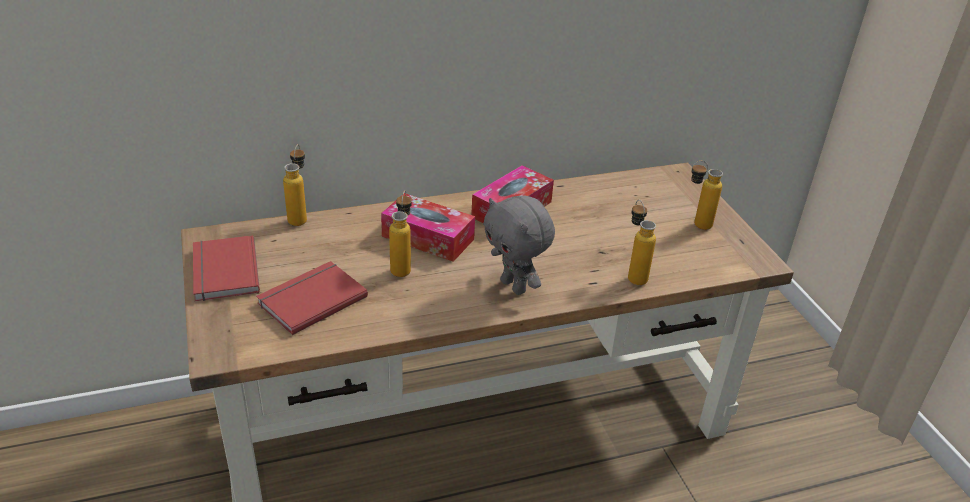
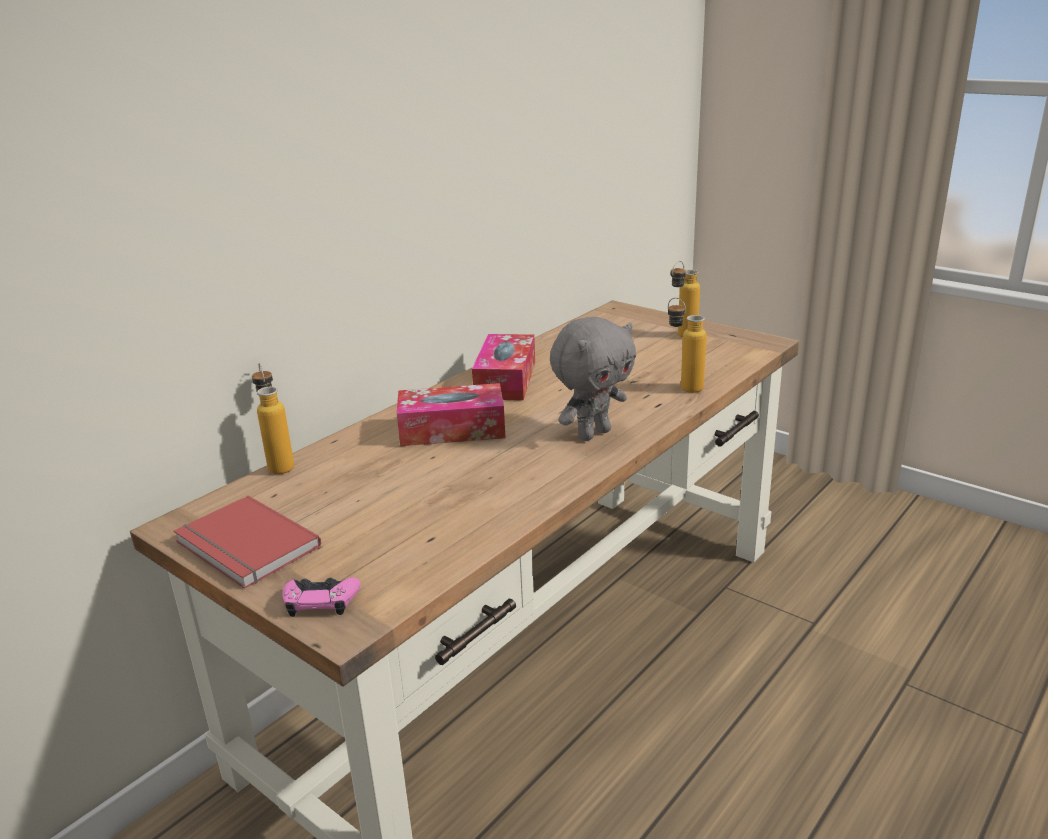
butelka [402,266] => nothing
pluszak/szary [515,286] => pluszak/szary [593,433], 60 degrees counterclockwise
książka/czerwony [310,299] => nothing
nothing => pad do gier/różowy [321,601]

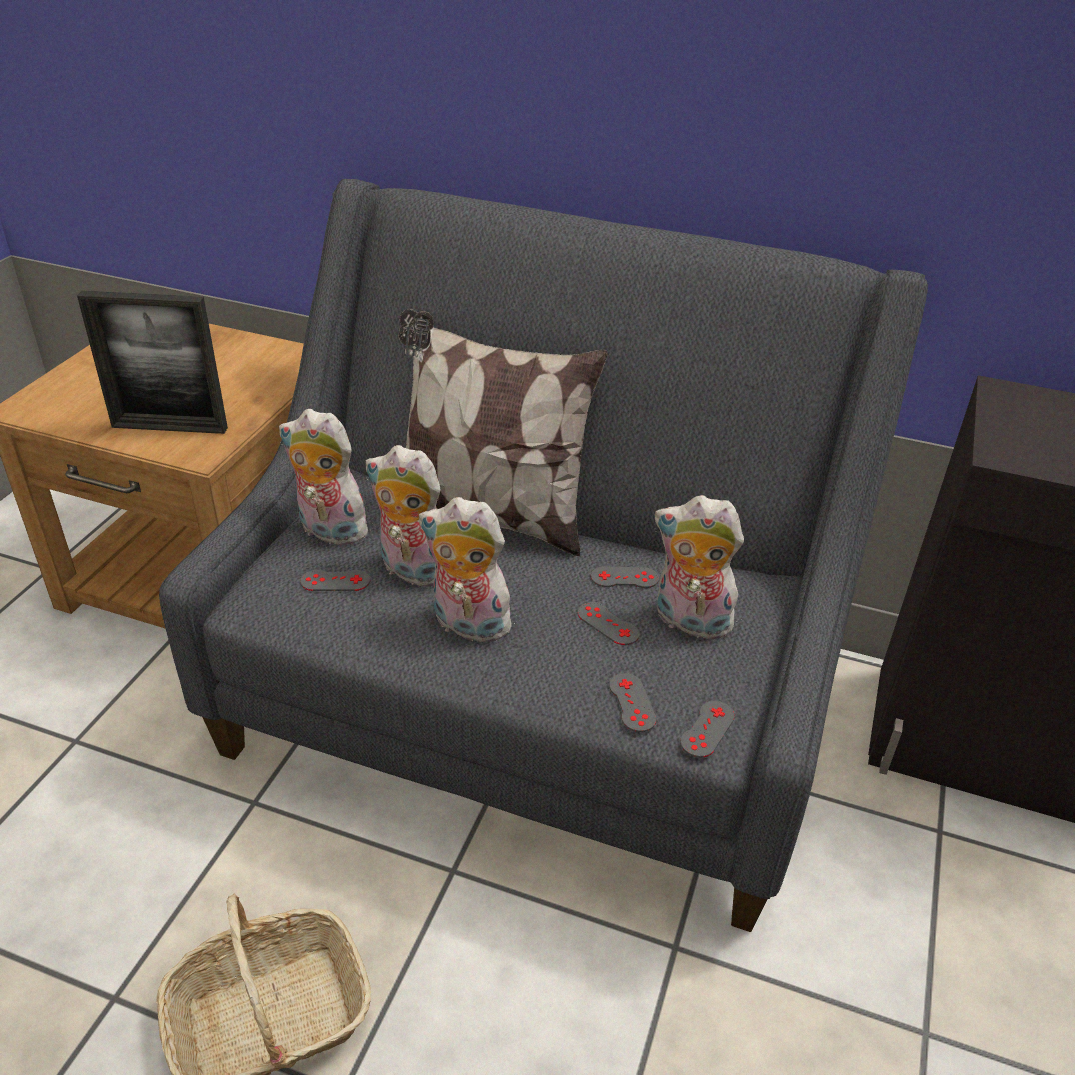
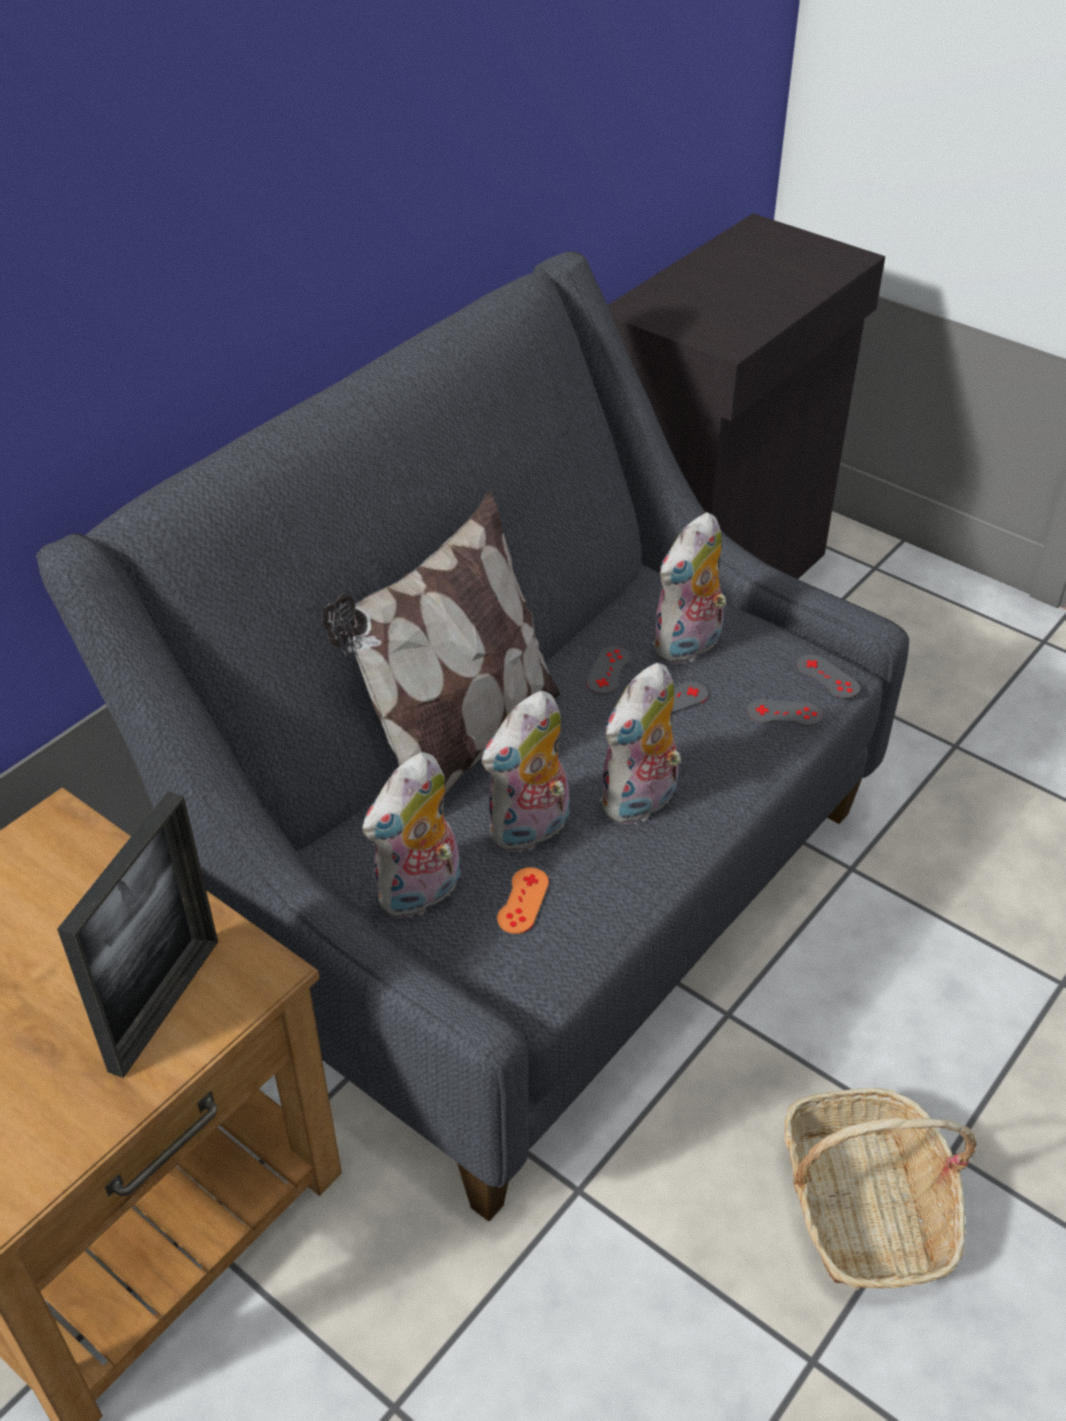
pad do gier/szary [335,581] => pad do gier/pomarańczowy [523,901]

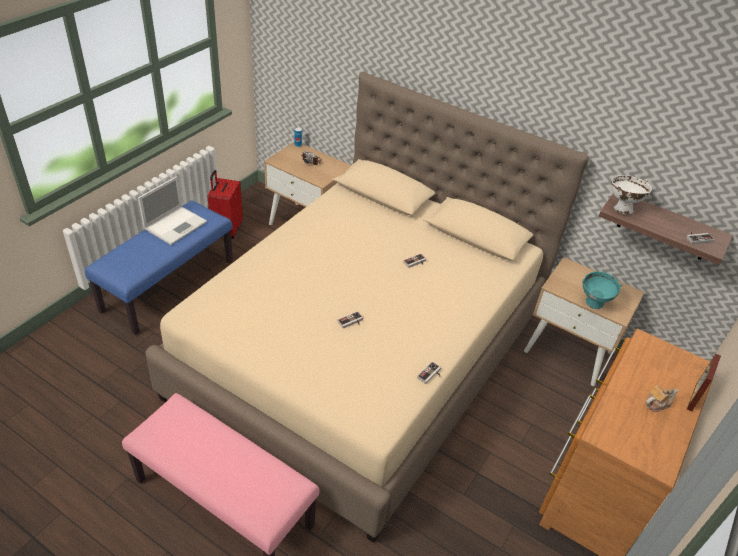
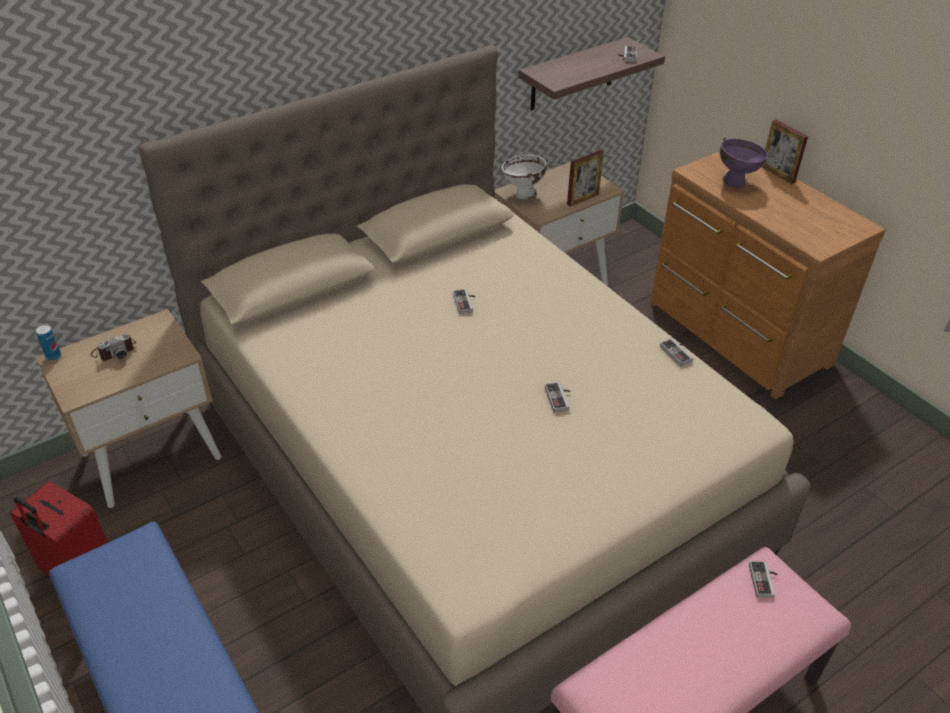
miska/biały [621,209] => miska/biały [523,195], shifted
laptop [176,225] => nothing
miska/turkusowy [594,304] => ramka na zdjęcie [582,199]
imbryk [656,403] => nothing
nothing => miska/fioletowy [736,182]
nothing => pad do gier [765,581]

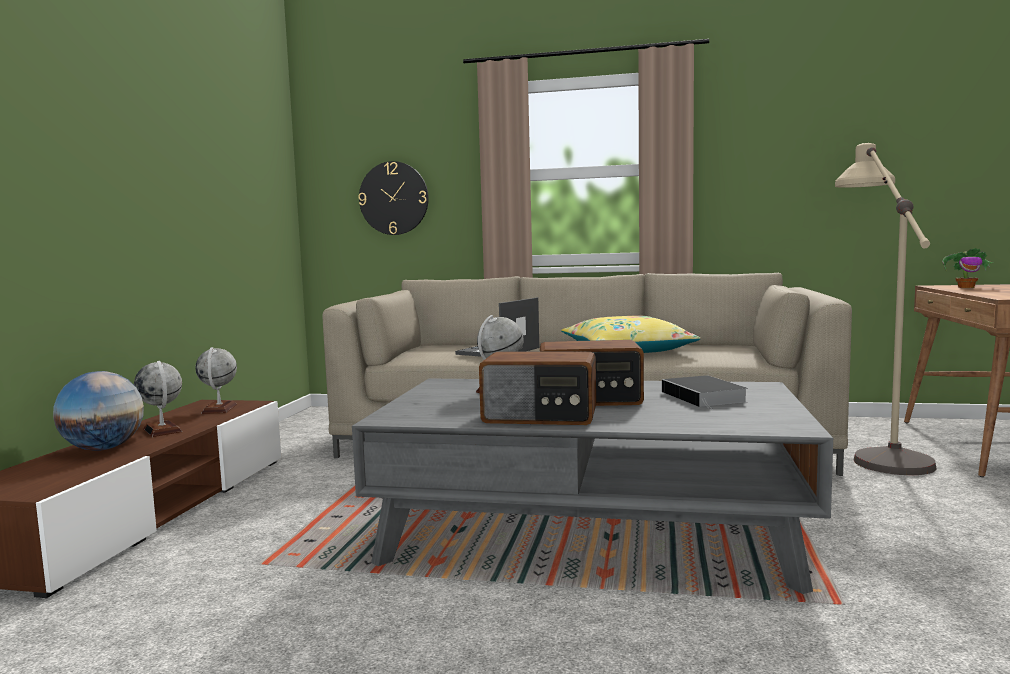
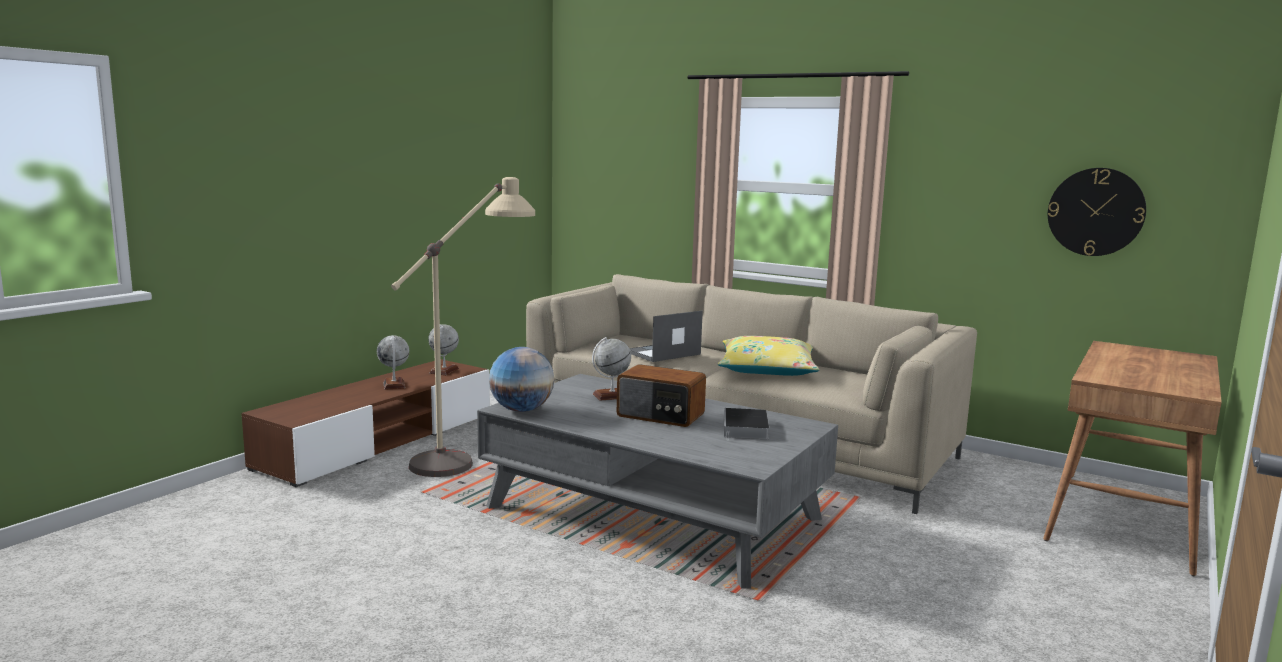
lampa stojąca/beżowy [877,448] => lampa stojąca/beżowy [471,452], shifted
zegar ścienny [394,198] => zegar ścienny [1095,212], shifted
roślina doniczkowa [966,287] => nothing
radio [540,416] => nothing
globus [103,449] => globus [521,410], shifted

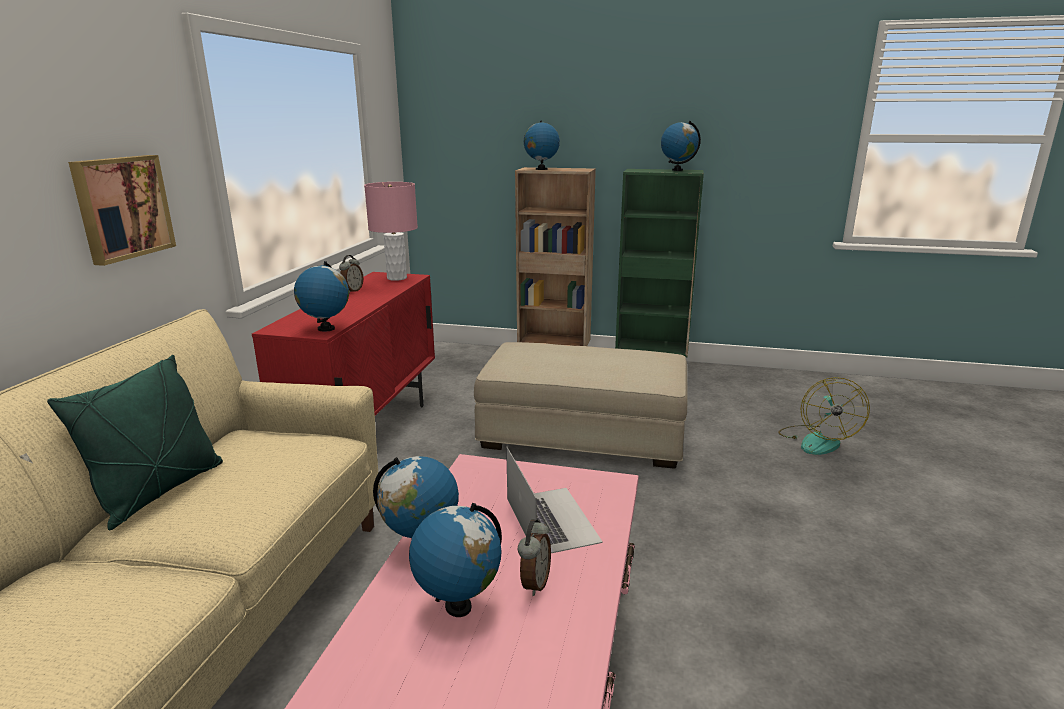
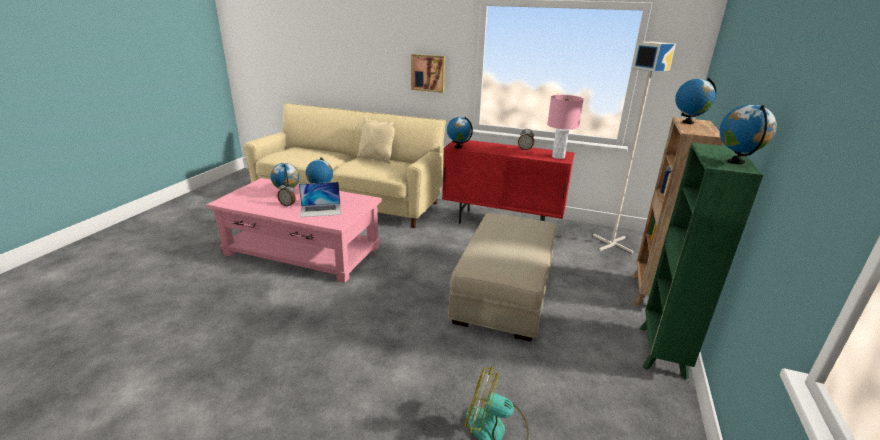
poduszka/zielony [159,491] => poduszka/beżowy [376,159]
nothing => lampa stojąca/szary [612,243]

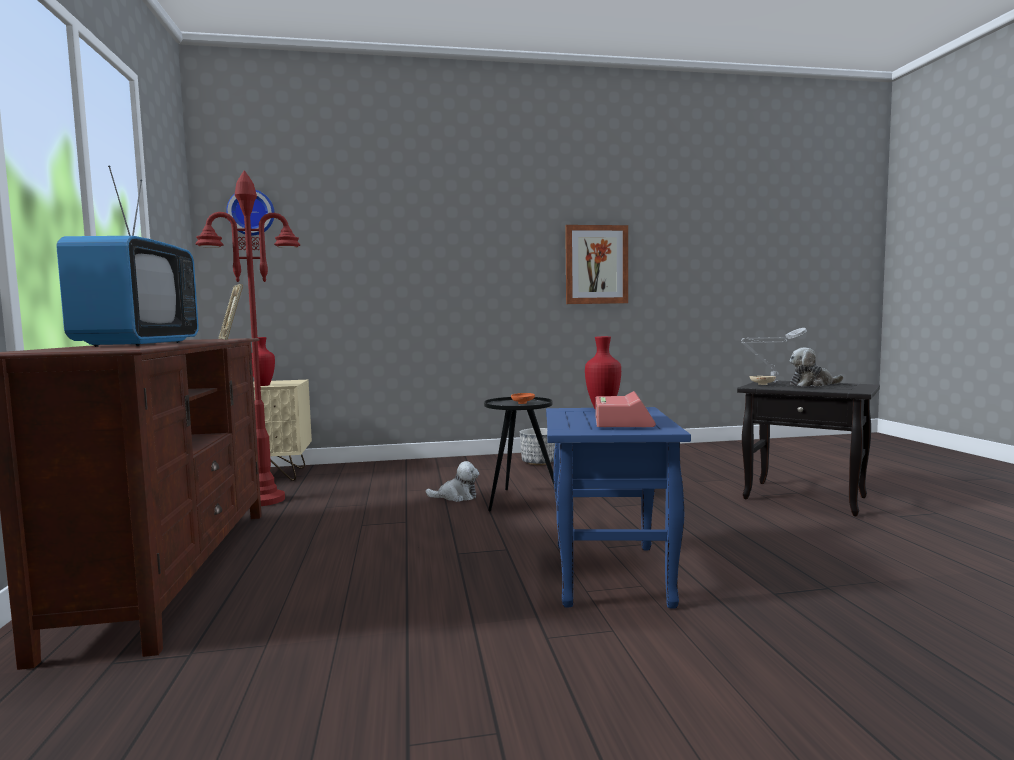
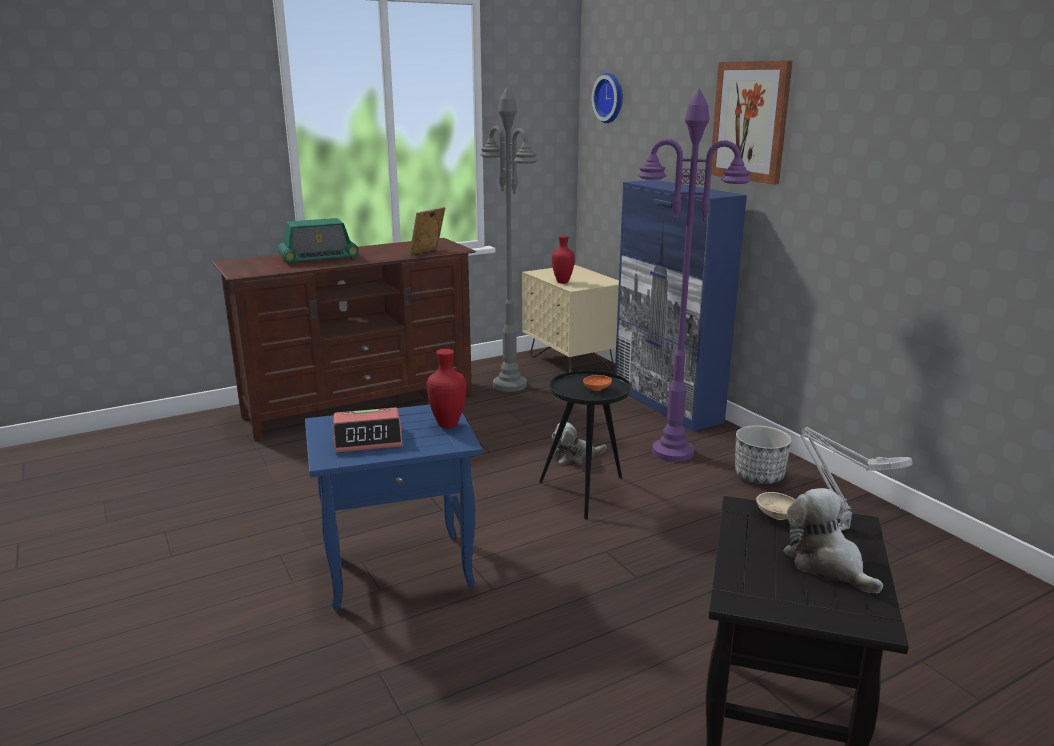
telewizor [139,344] => radio [319,258]
lampa stojąca/czerwony [265,500] => lampa stojąca/szary [510,385]
obraz [596,265] => obraz [750,121], shifted
pluszak [456,497] => pluszak [575,457], 90 degrees clockwise
nothing => lampa stojąca/fioletowy [673,452]
nothing => szafka/niebieski [666,404]

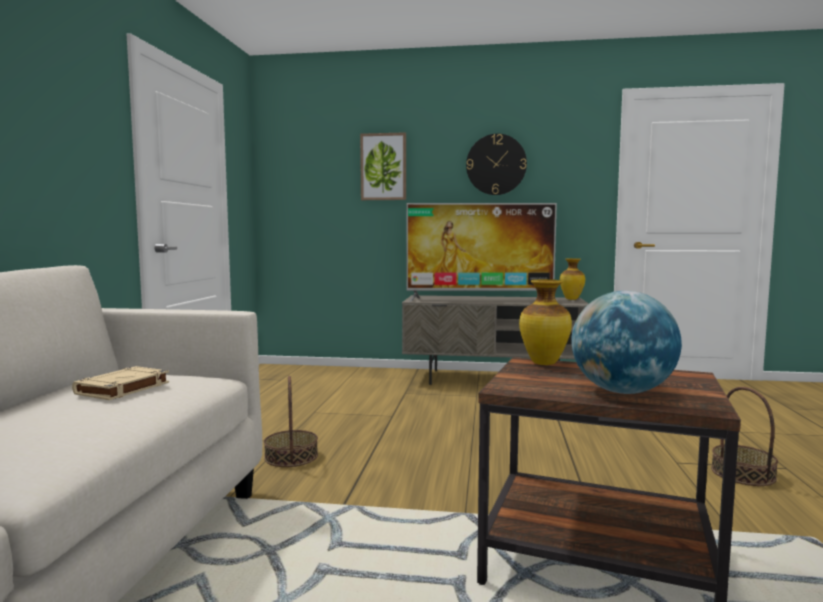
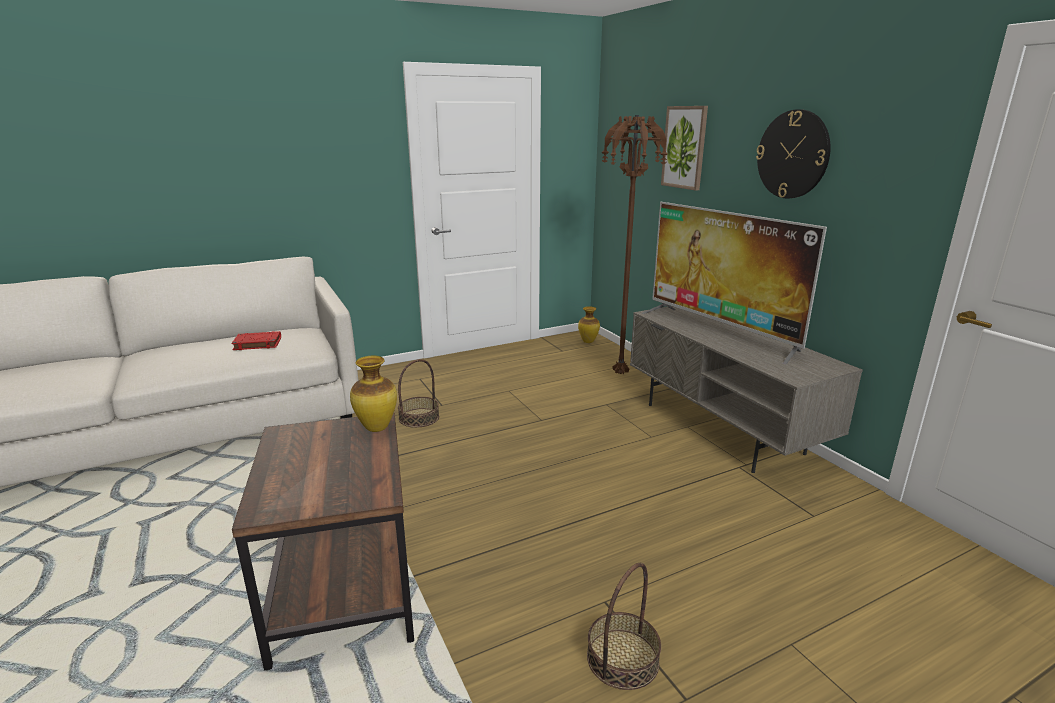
wazon [571,299] => wazon [588,341], shifted
globus [622,391] => nothing
książka/beżowy [122,389] => książka/czerwony [257,344]
nothing => lampa stojąca/brązowy [621,374]

